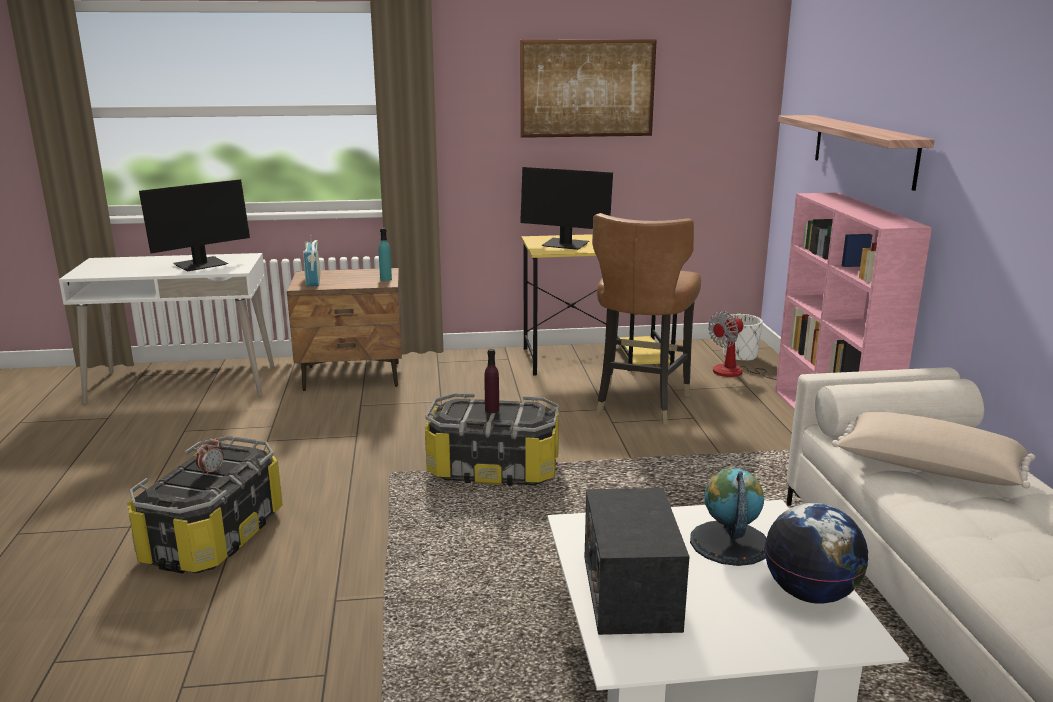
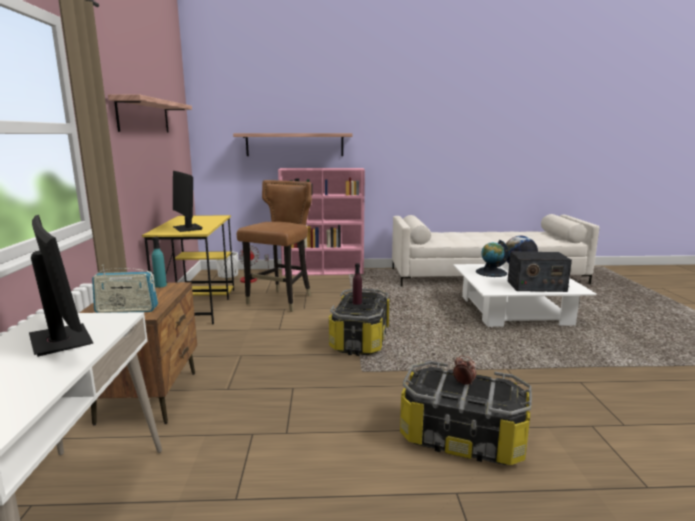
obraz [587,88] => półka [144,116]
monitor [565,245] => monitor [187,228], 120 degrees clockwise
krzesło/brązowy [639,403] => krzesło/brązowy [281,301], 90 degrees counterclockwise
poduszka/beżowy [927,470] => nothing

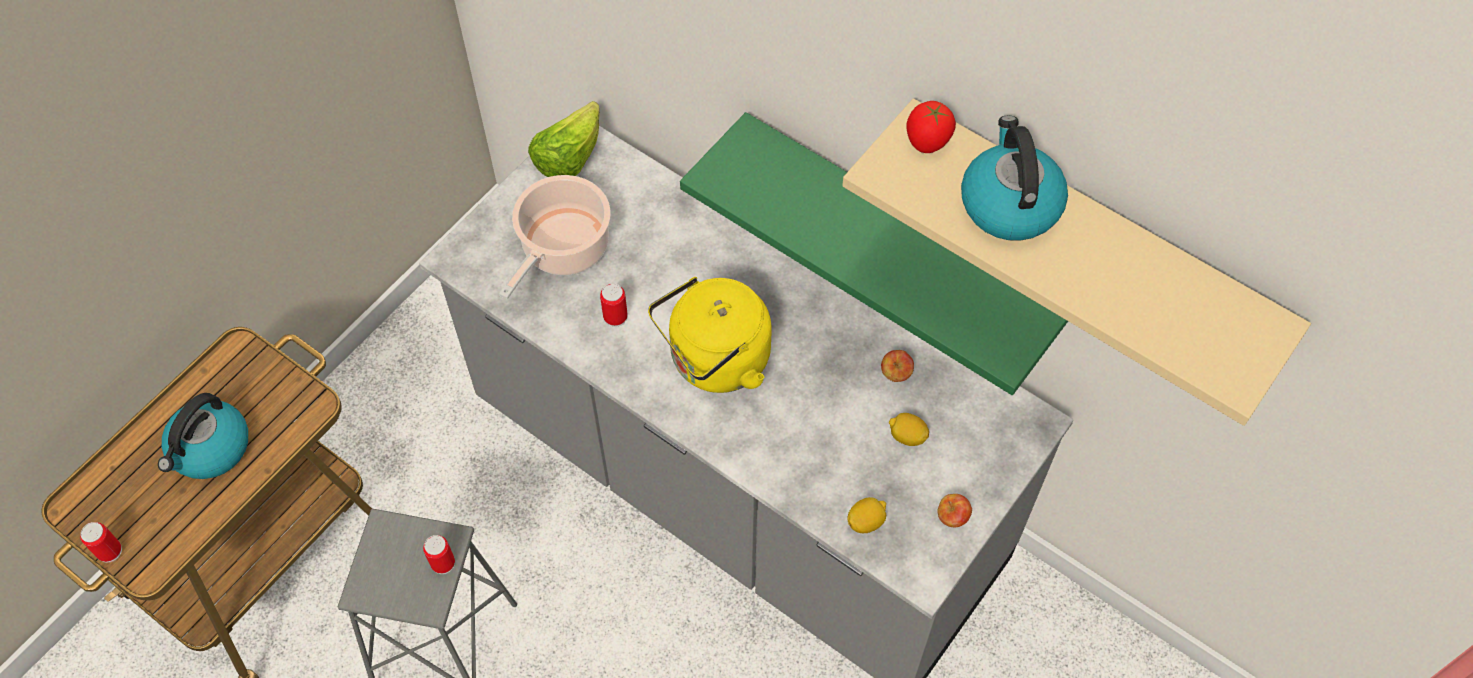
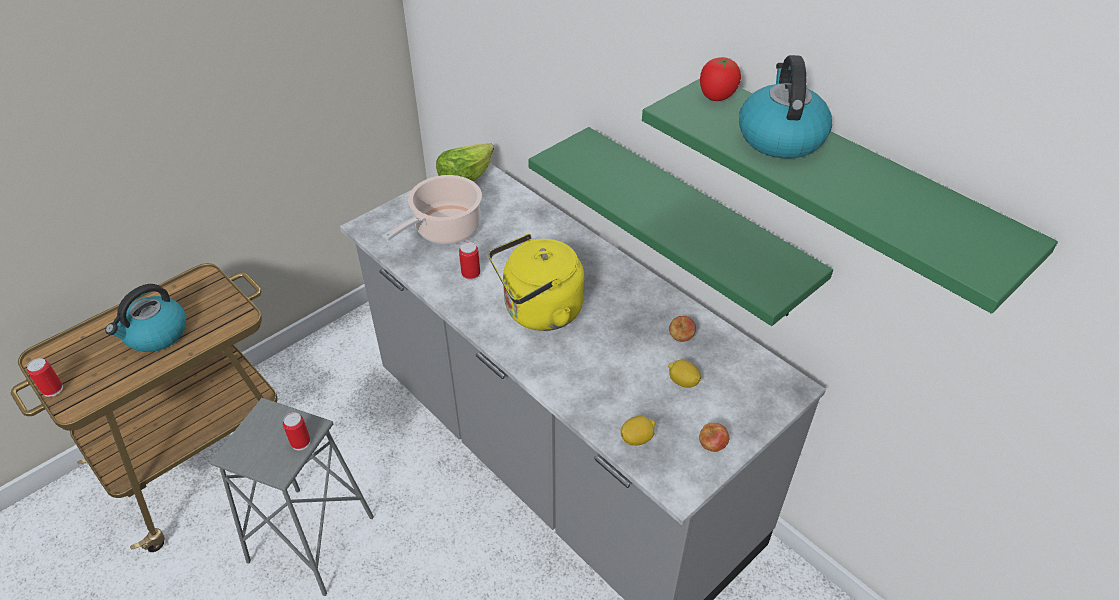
półka/beżowy [1091,238] => półka/zielony [850,187]

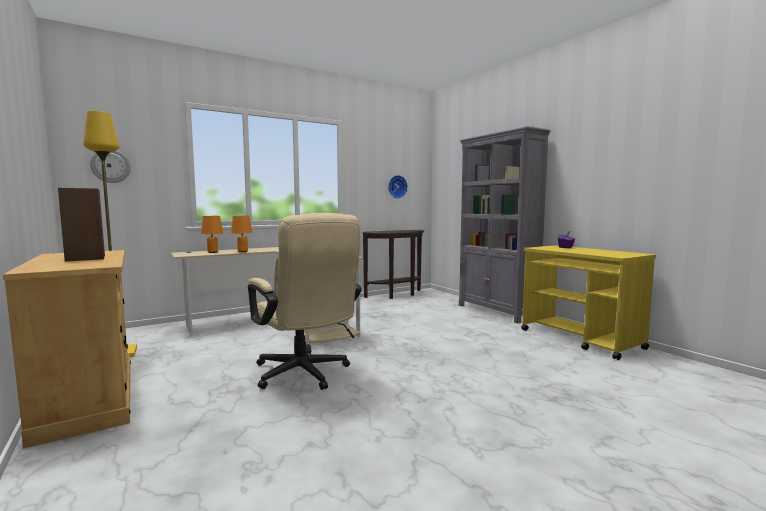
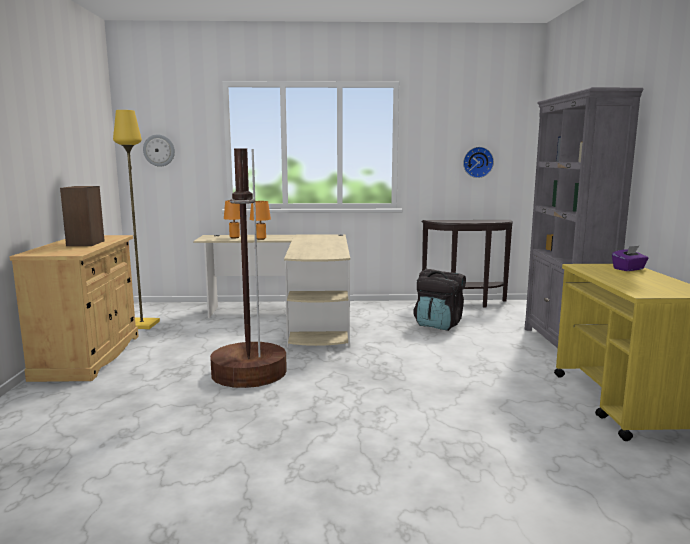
krzesło biurowe/beżowy [305,375] => lampa stojąca/brązowy [248,373]
nothing => plecak/czarny [438,325]

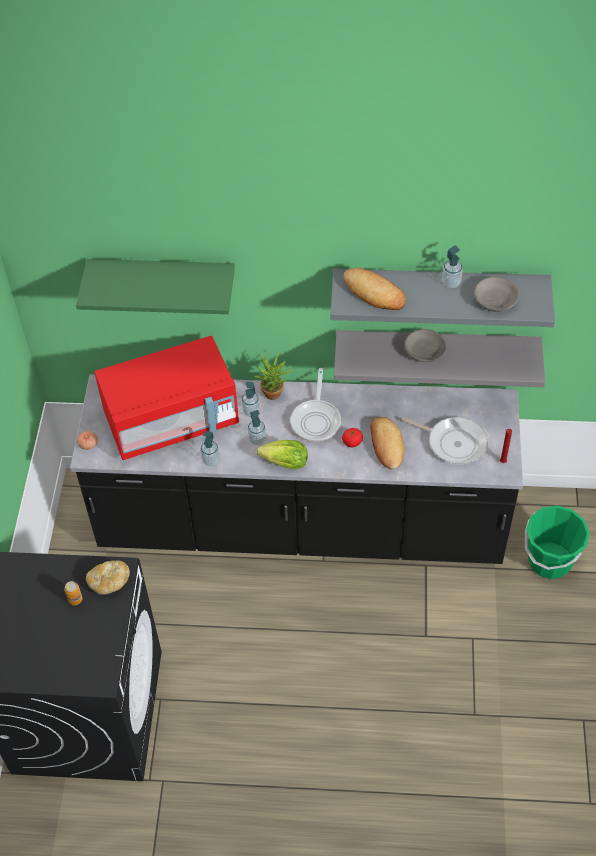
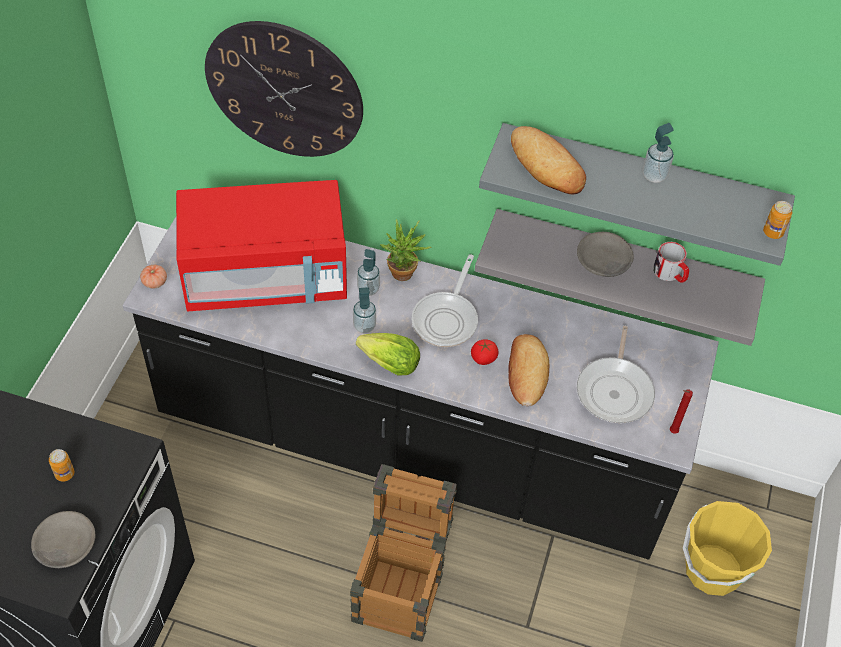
półka/zielony [163,278] => zegar ścienny [284,90]
miska/szary [495,300] => miska/szary [65,545], shifted
patelnia [453,442] => patelnia [615,390], 60 degrees clockwise
dozownik mydła [211,460] => nothing
wiadro/zielony [549,561] => wiadro/żółty [712,570]
chleb [109,582] => nothing
nothing => puszka [773,232]
nothing => kubek [670,273]
nothing => skrzynka [401,587]

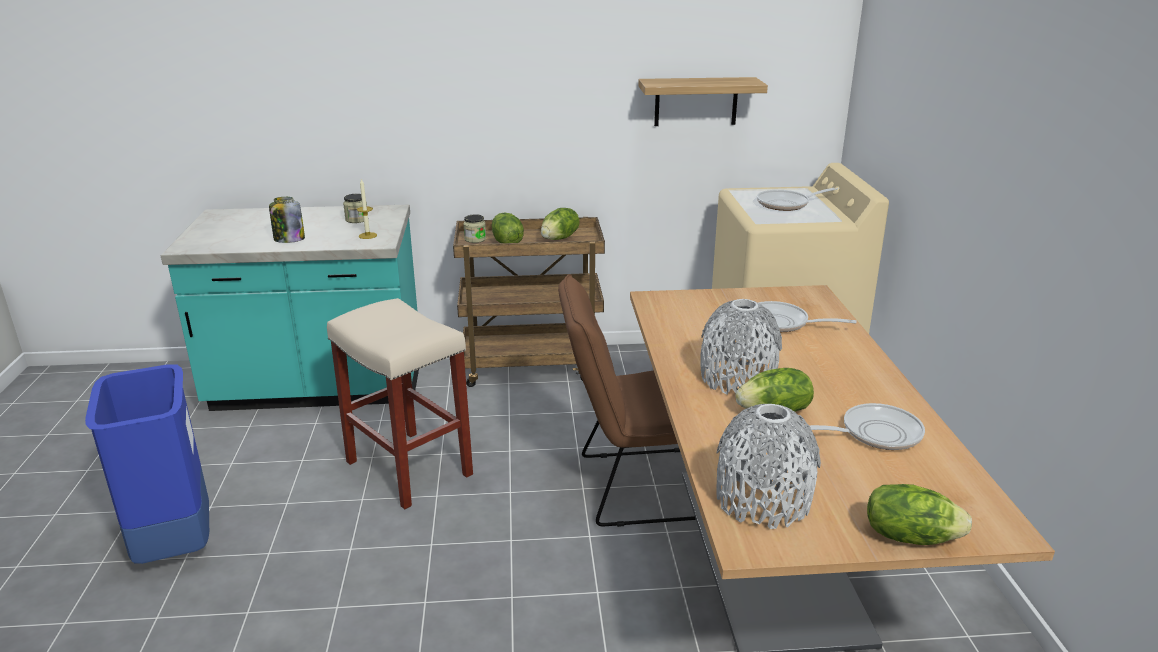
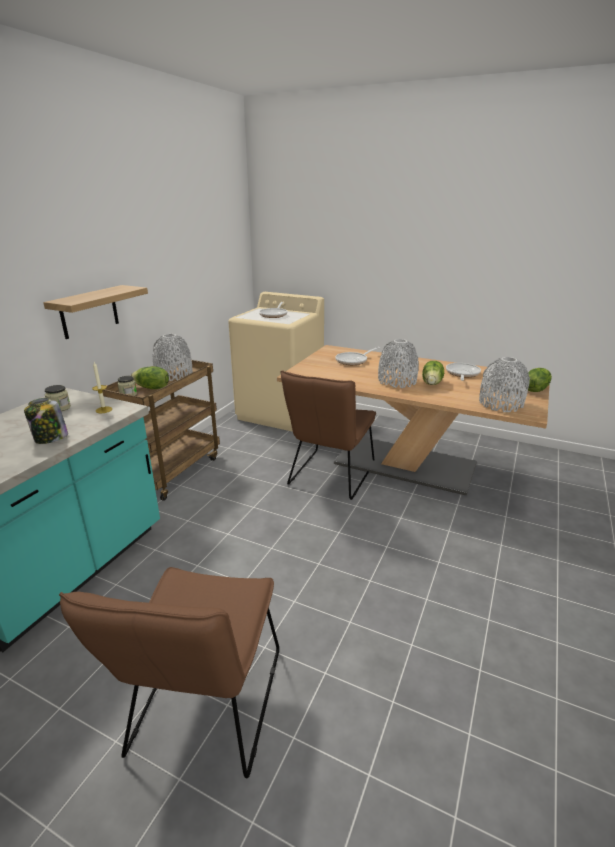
półka [696,101] => półka [89,312], shifted
sałata [560,238] => wazon/szary [174,374]
stołek/beżowy [410,469] => nothing
kosz na śmieci/niebieski [174,545] => krzesło/brązowy [203,711]

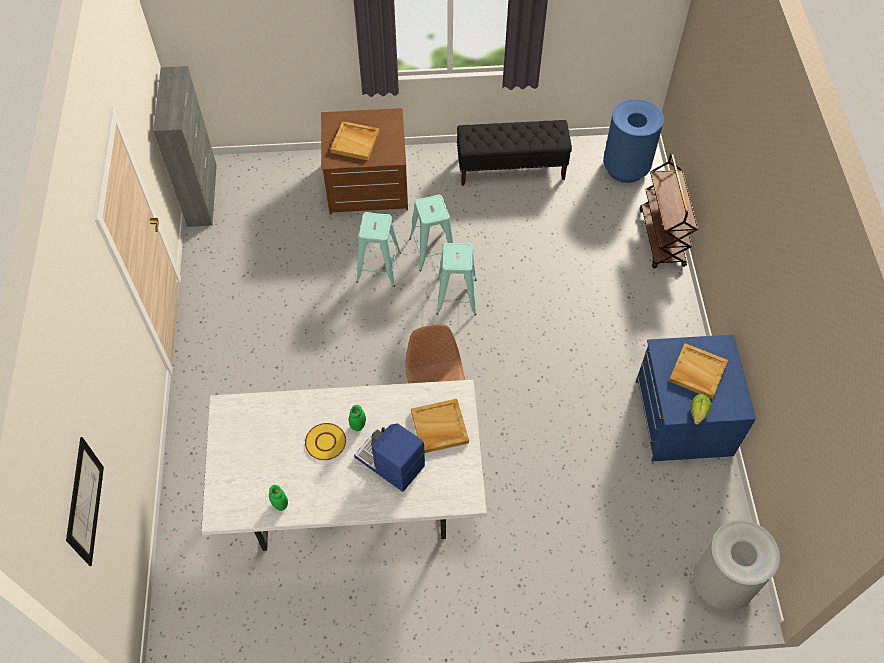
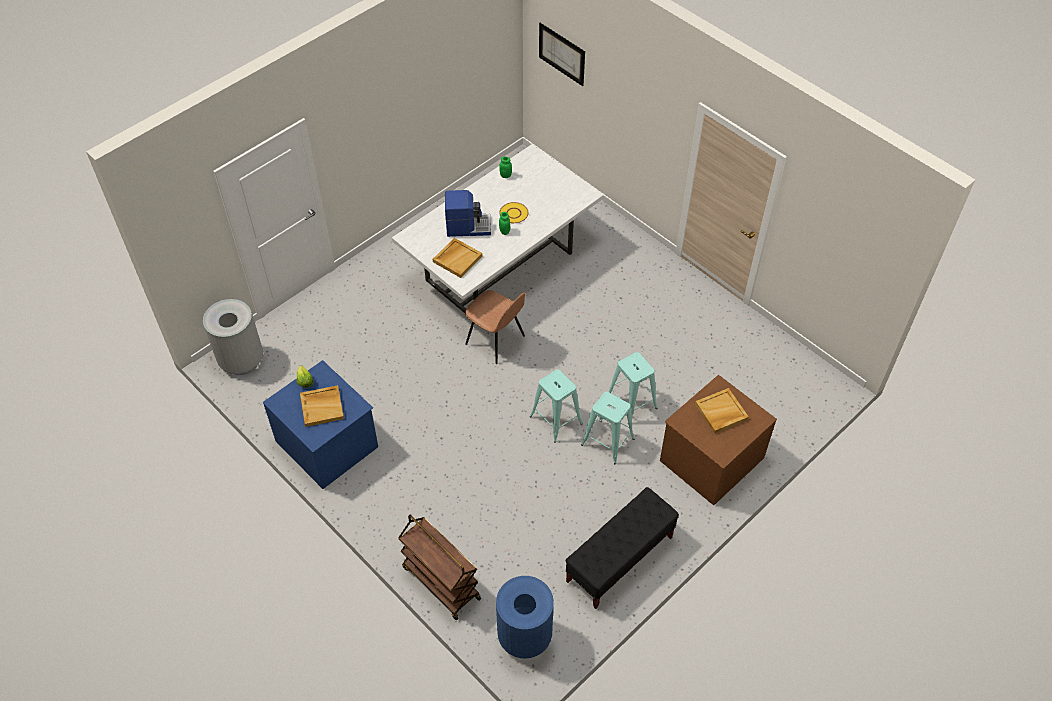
szafka/szary [202,194] => nothing

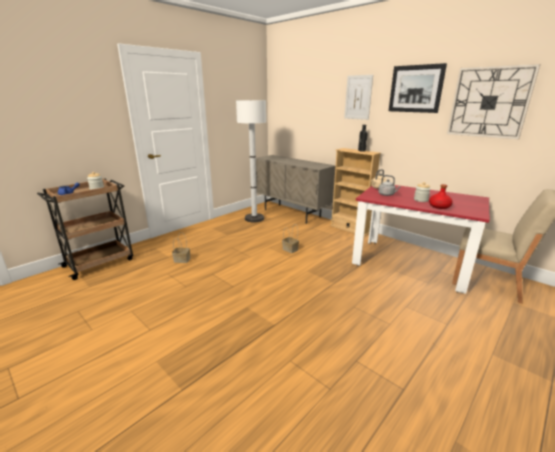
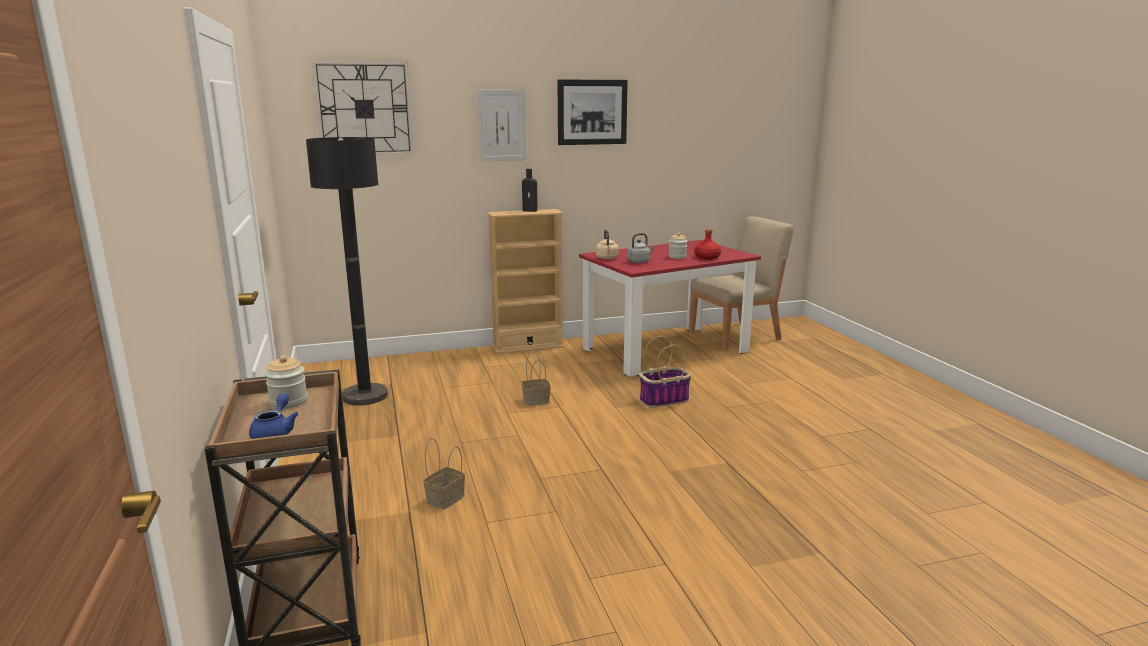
zegar ścienny [489,102] => zegar ścienny [364,109], shifted
lampa stojąca/biały [254,218] => lampa stojąca/czarny [365,396]
szafka/beżowy [292,213] => nothing
nothing => koszyk [664,400]

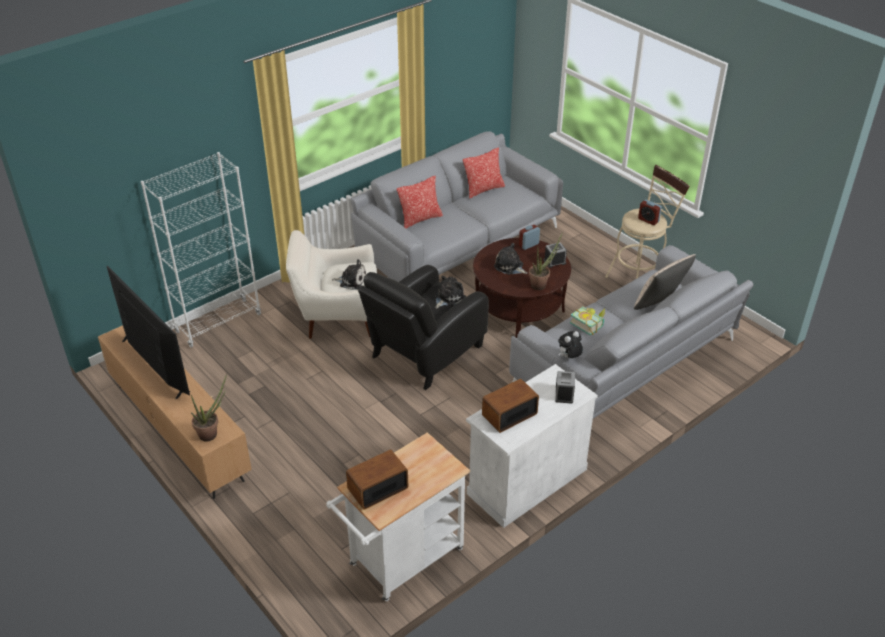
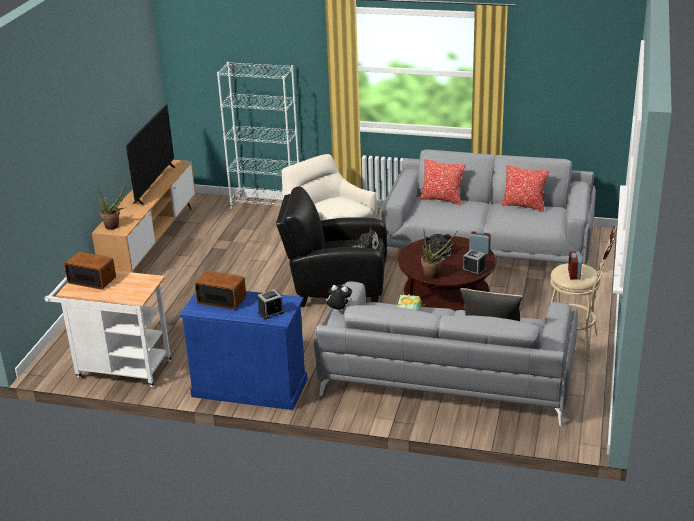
pluszak [351,281] => nothing
szafka/biały [527,481] => szafka/niebieski [250,388]

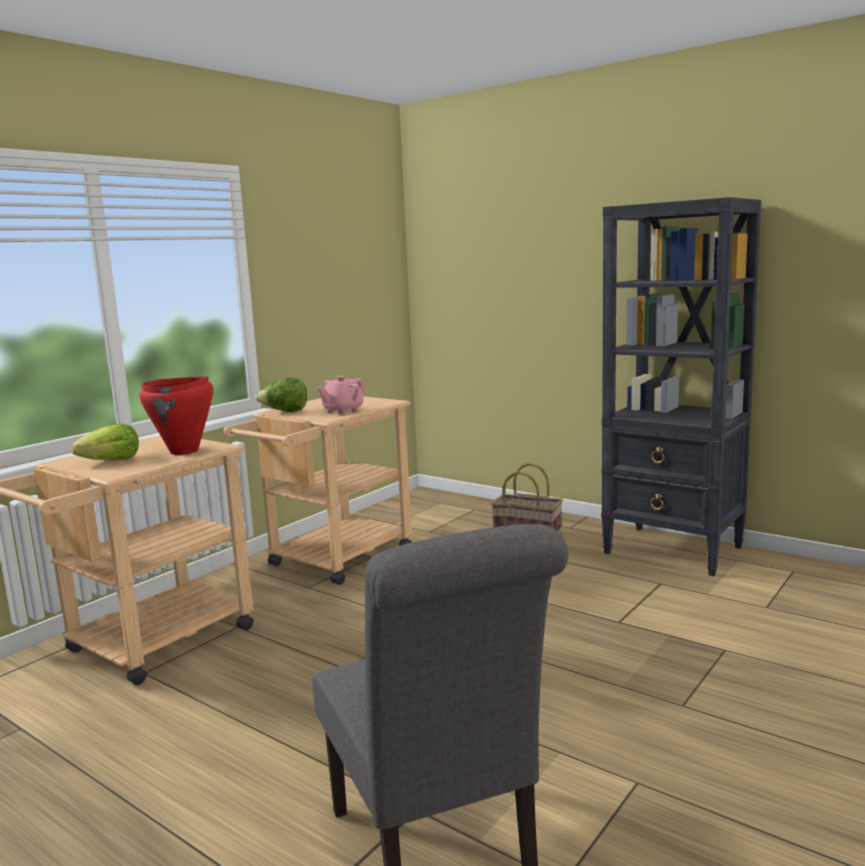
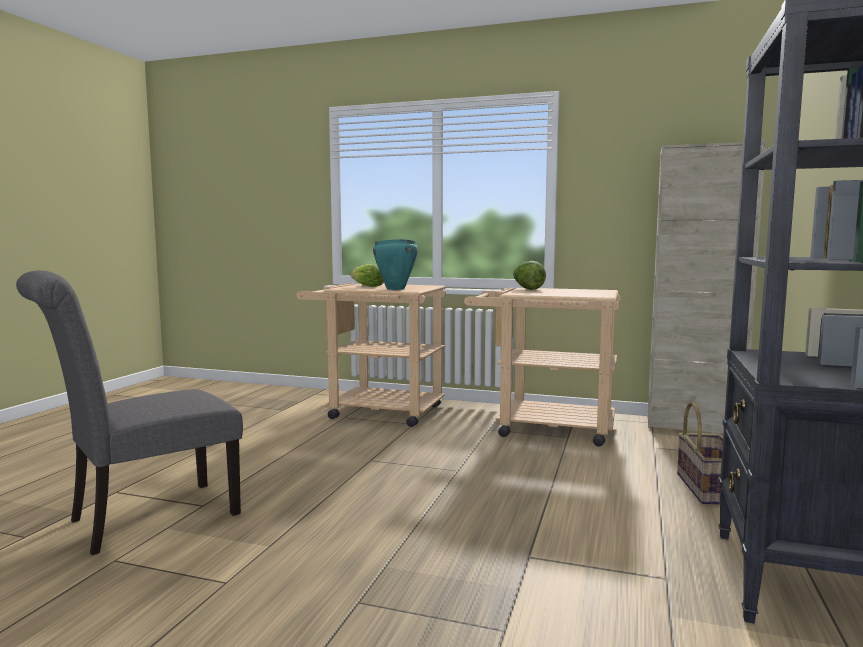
garnek/czerwony [184,451] => garnek/turkusowy [395,289]
imbryk/różowy [343,411] => nothing
nothing => szafka/beżowy [693,426]

